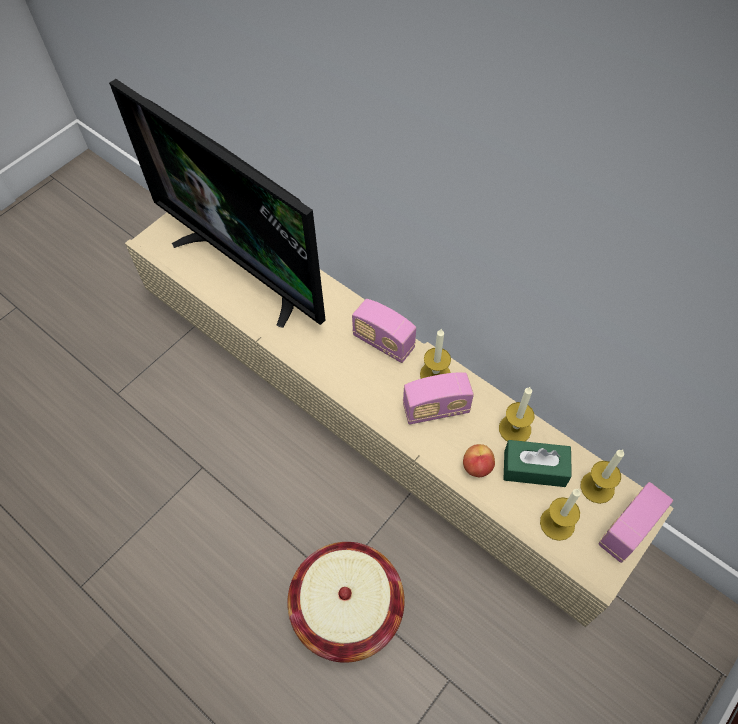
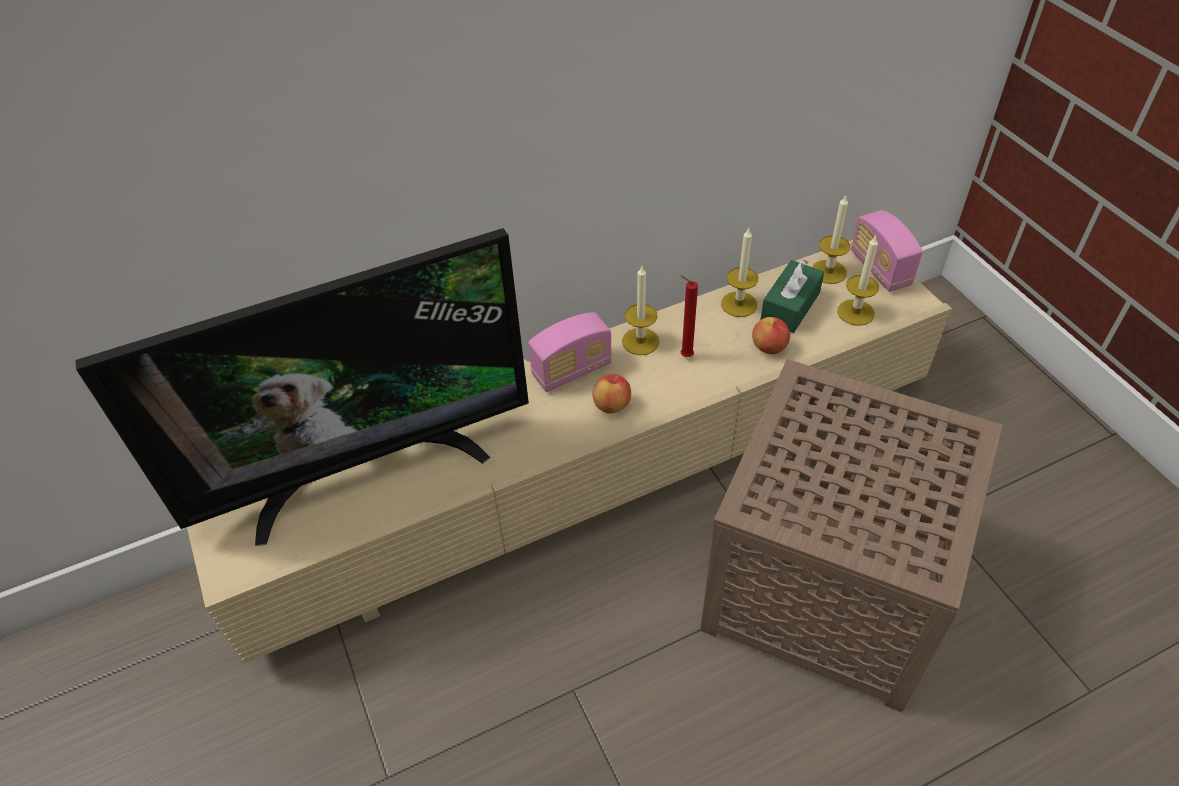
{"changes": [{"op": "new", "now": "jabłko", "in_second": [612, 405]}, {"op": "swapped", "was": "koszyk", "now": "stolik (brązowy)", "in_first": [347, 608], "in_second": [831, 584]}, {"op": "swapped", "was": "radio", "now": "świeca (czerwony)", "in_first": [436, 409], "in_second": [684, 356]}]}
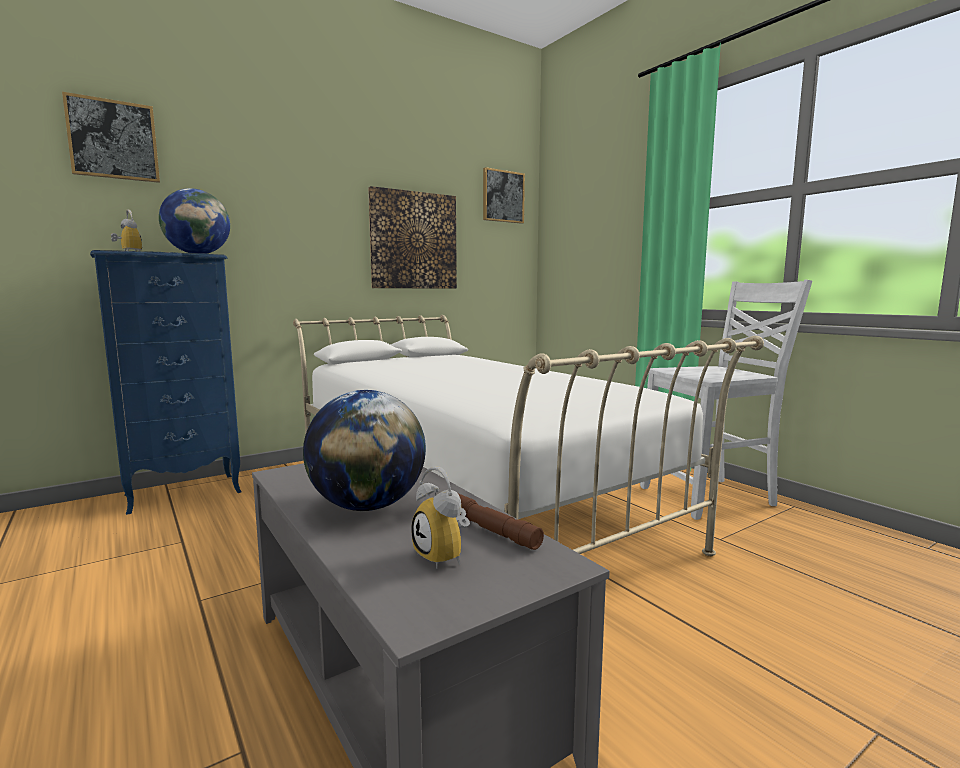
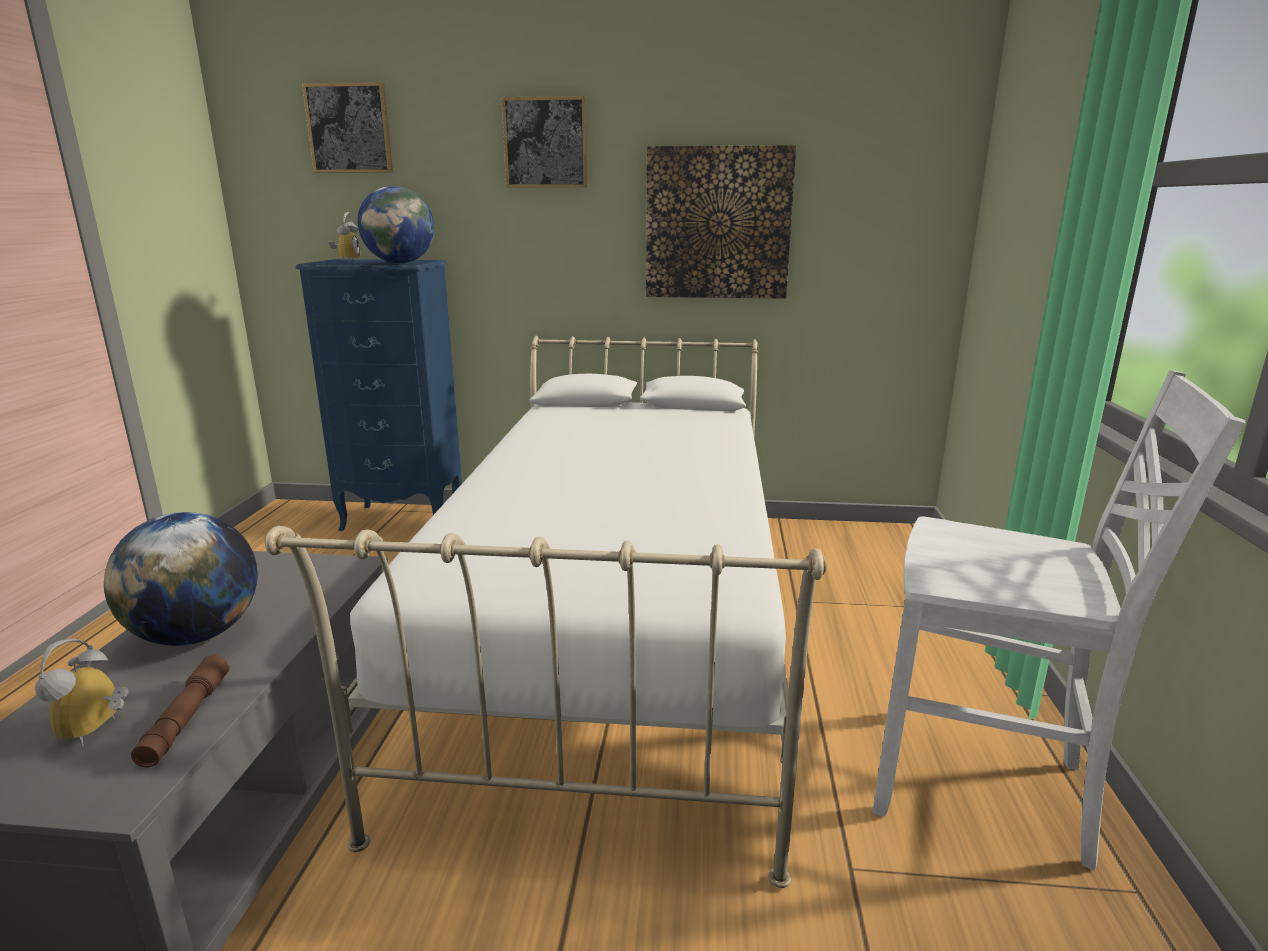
{"changes": [{"op": "shifted", "was": "obraz", "in_first": [503, 196], "in_second": [545, 143]}]}
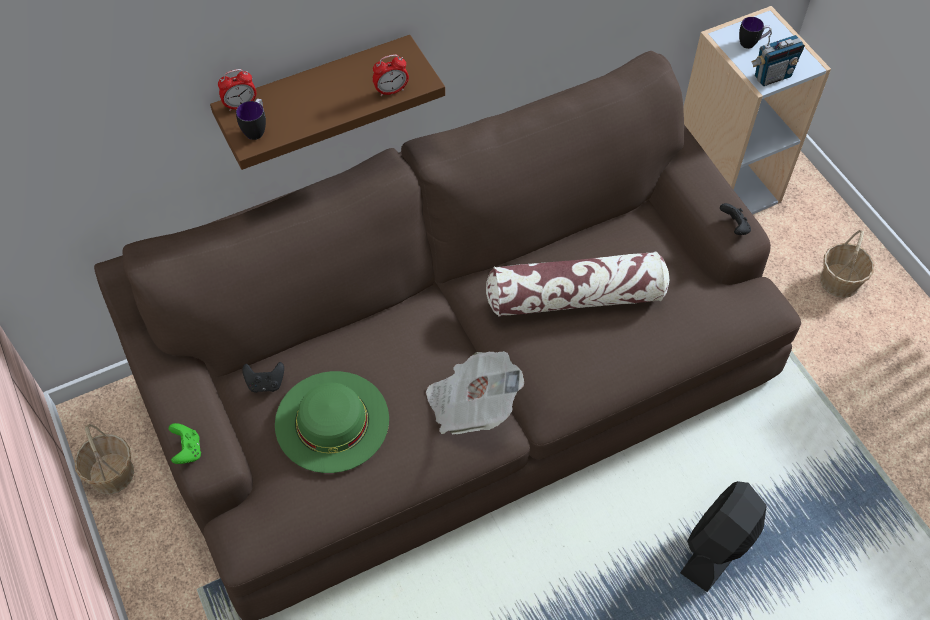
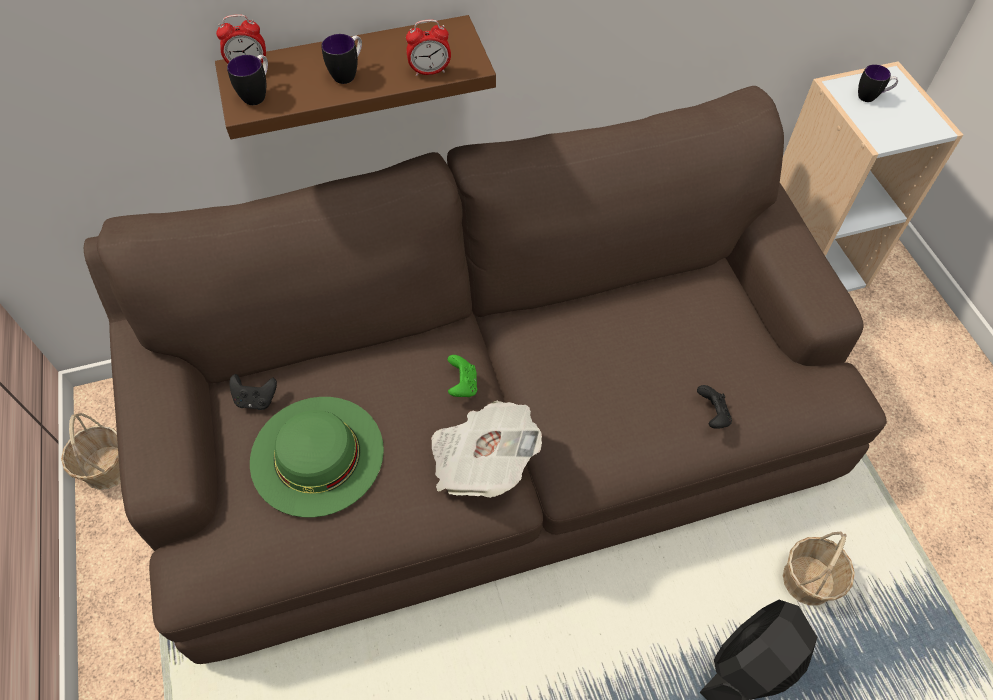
{"changes": [{"op": "gone", "was": "poduszka", "in_first": [576, 297]}, {"op": "gone", "was": "radio", "in_first": [772, 76]}, {"op": "new", "now": "kubek", "in_second": [348, 74]}, {"op": "shifted", "was": "pad do gier (zielony)", "in_first": [187, 450], "in_second": [462, 385]}, {"op": "shifted", "was": "pad do gier (czarny)", "in_first": [734, 227], "in_second": [712, 415]}, {"op": "shifted", "was": "koszyk", "in_first": [840, 281], "in_second": [808, 580]}]}
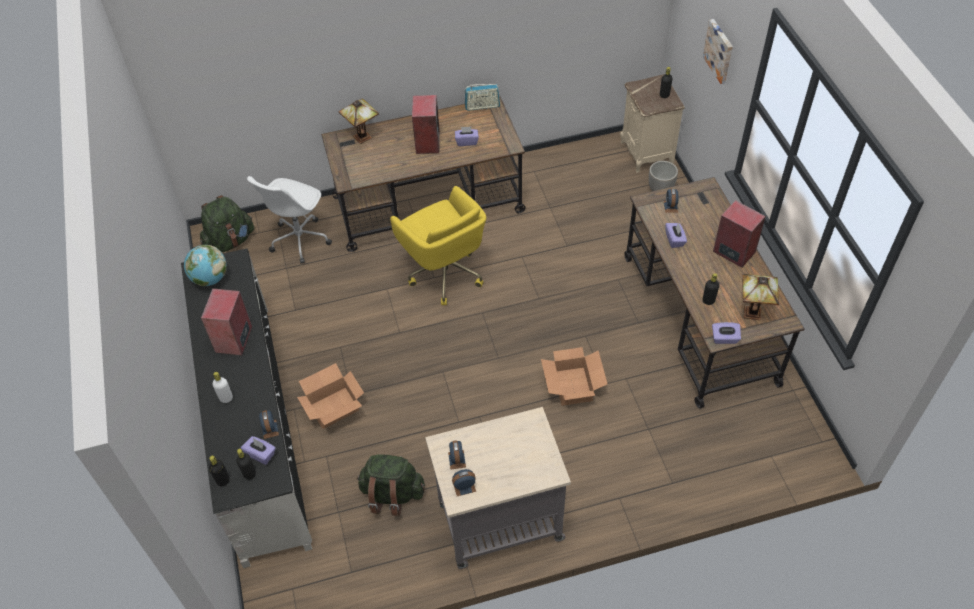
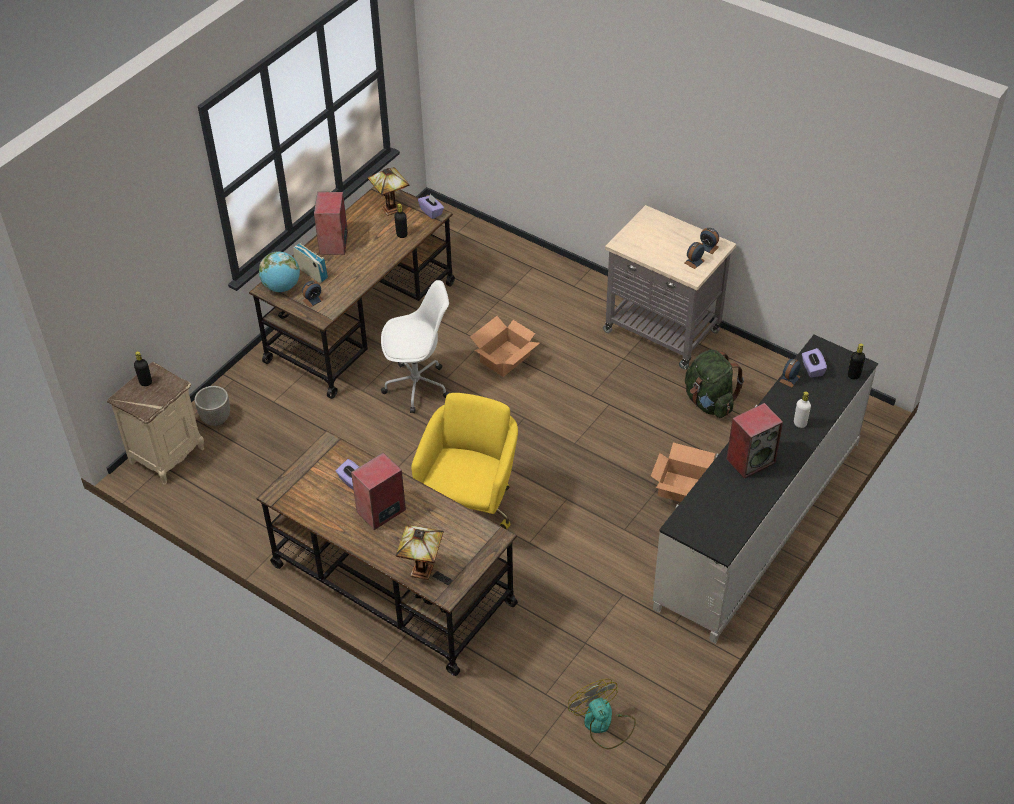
{"changes": [{"op": "gone", "was": "butelka (czarny)", "in_first": [249, 474]}, {"op": "gone", "was": "pudełko chusteczek (fioletowy)", "in_first": [675, 240]}, {"op": "gone", "was": "obraz", "in_first": [719, 51]}, {"op": "shifted", "was": "globus", "in_first": [210, 278], "in_second": [282, 287]}, {"op": "shifted", "was": "krzesło biurowe (biały)", "in_first": [299, 241], "in_second": [418, 386]}, {"op": "shifted", "was": "radio", "in_first": [482, 106], "in_second": [311, 272]}, {"op": "swapped", "was": "plecak (zielony)", "now": "wentylator", "in_first": [230, 241], "in_second": [603, 724]}]}
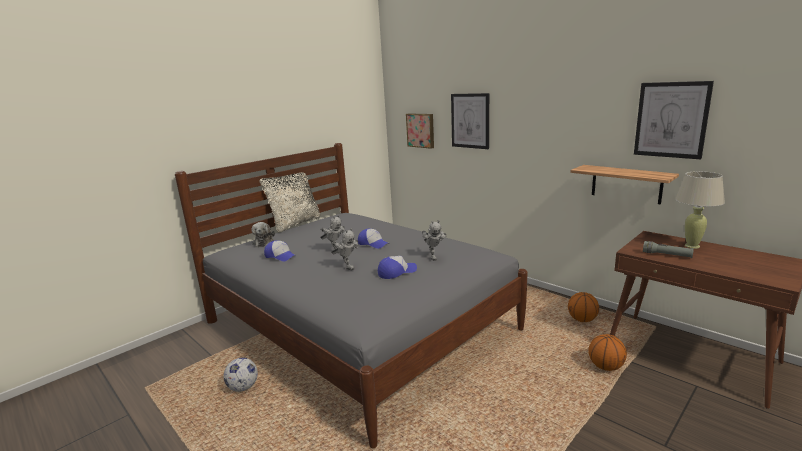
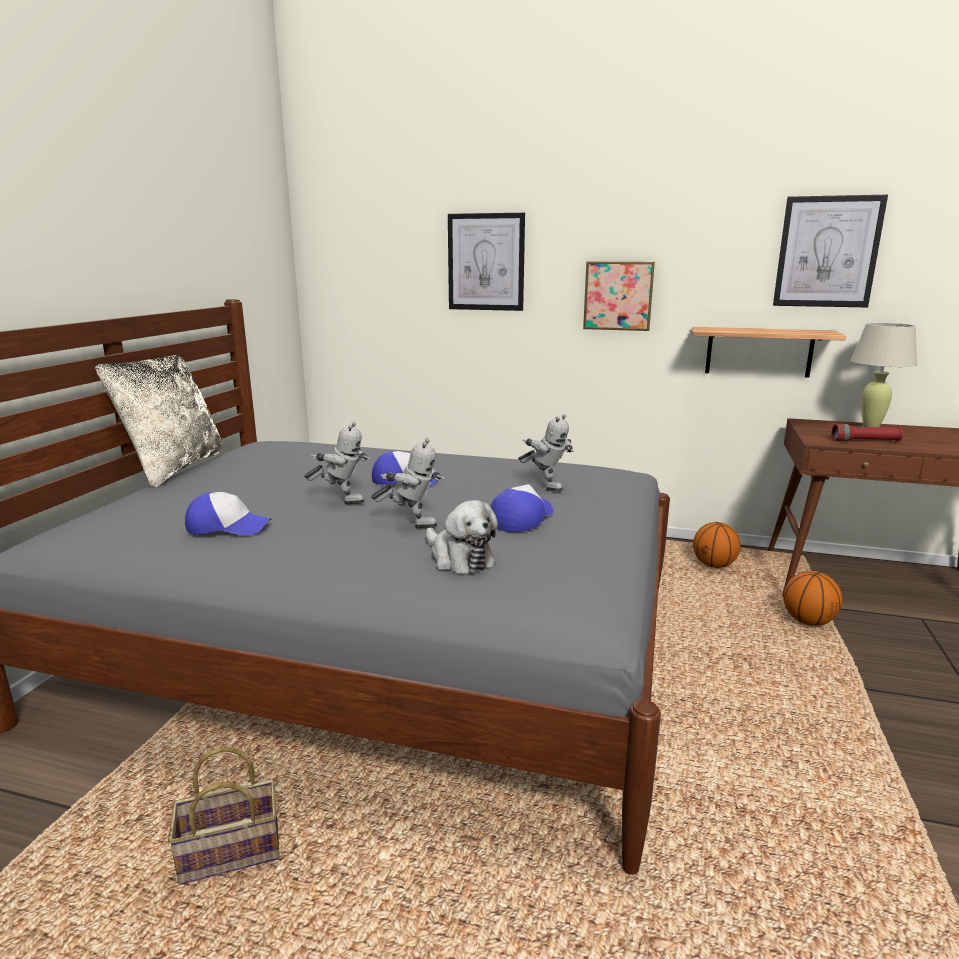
{"changes": [{"op": "shifted", "was": "pluszak", "in_first": [264, 242], "in_second": [459, 558]}, {"op": "shifted", "was": "obraz", "in_first": [421, 130], "in_second": [618, 295]}, {"op": "swapped", "was": "piłka futbolowa", "now": "koszyk", "in_first": [243, 387], "in_second": [228, 855]}, {"op": "repainted", "was": "latarka (szary)", "now": "latarka (czerwony)", "in_first": [666, 255], "in_second": [865, 441]}]}
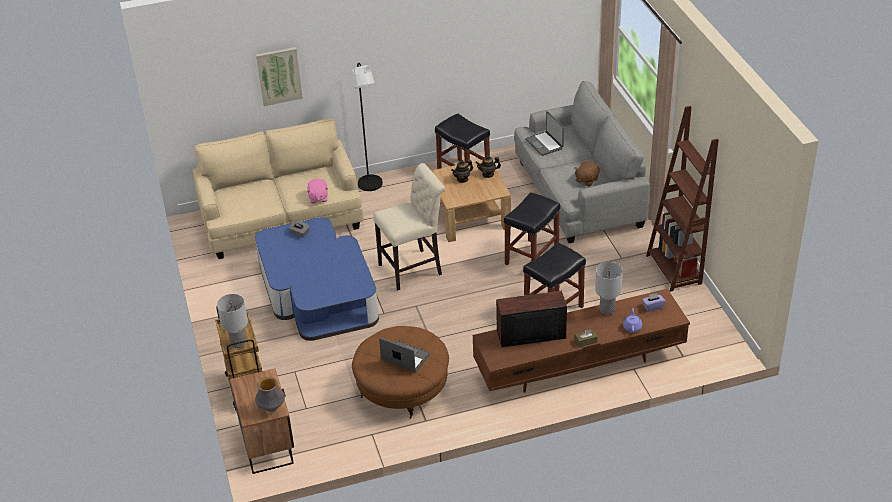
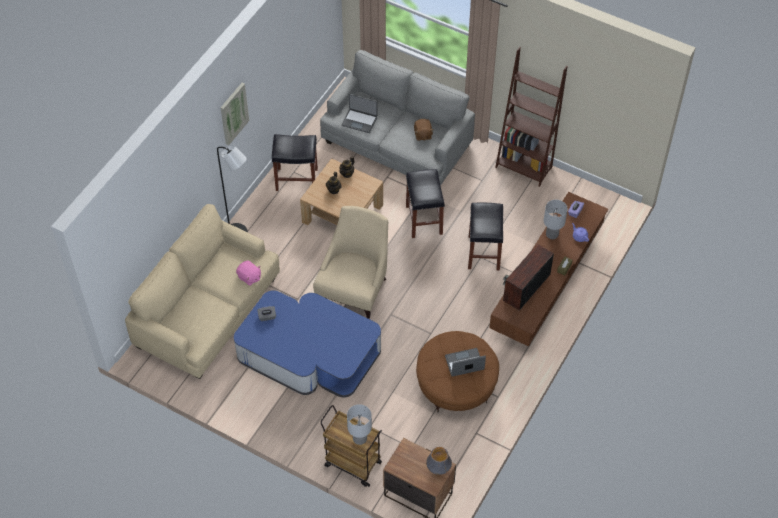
{"changes": [{"op": "shifted", "was": "obraz", "in_first": [279, 76], "in_second": [233, 113]}, {"op": "swapped", "was": "stołek (beżowy)", "now": "fotel (beżowy)", "in_first": [414, 269], "in_second": [354, 285]}]}
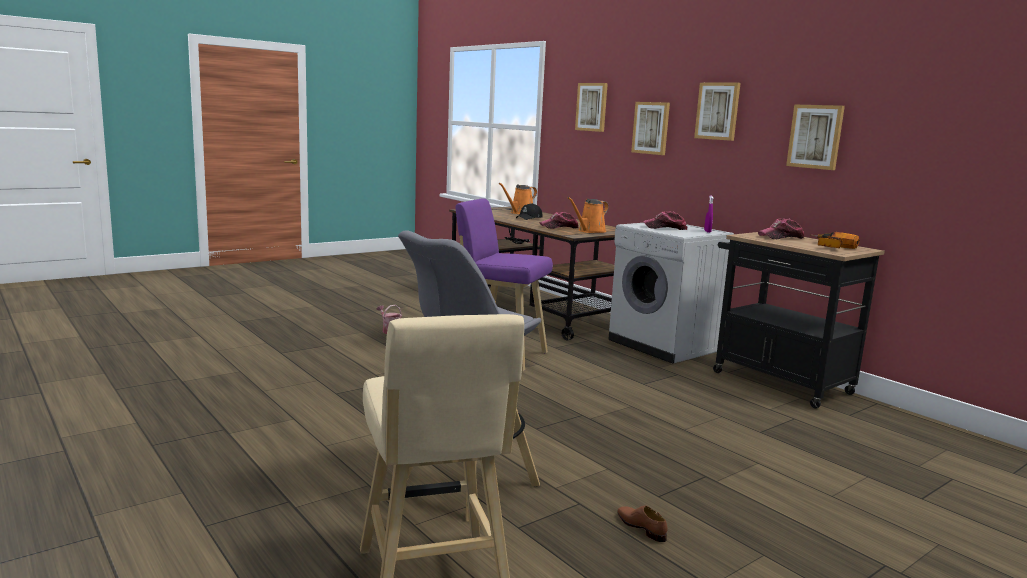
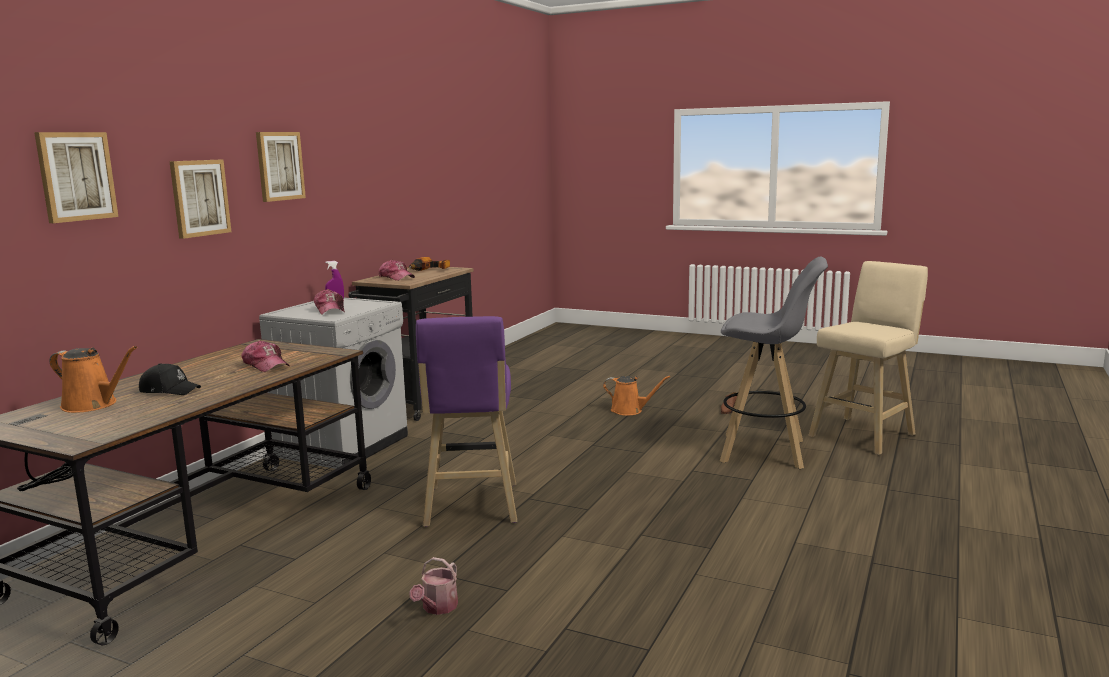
{"changes": [{"op": "gone", "was": "obraz", "in_first": [815, 136]}, {"op": "shifted", "was": "konewka (pomarańczowy)", "in_first": [590, 231], "in_second": [630, 410]}]}
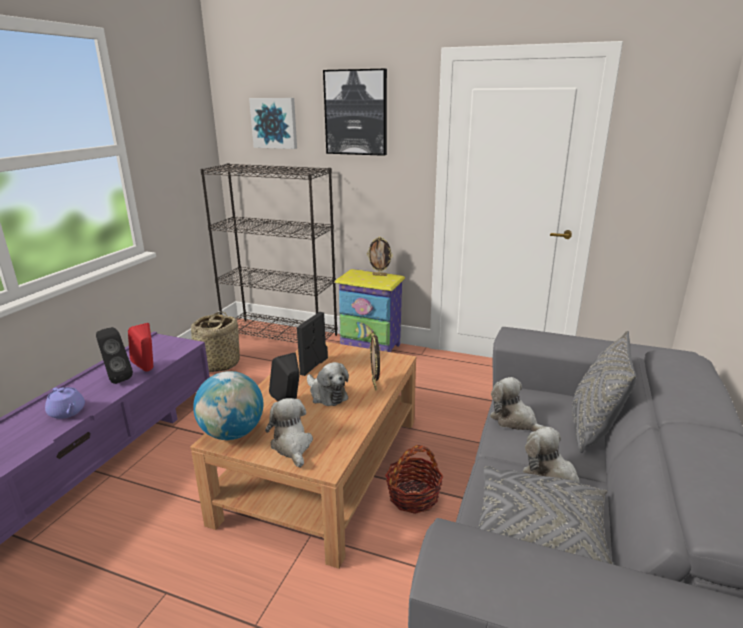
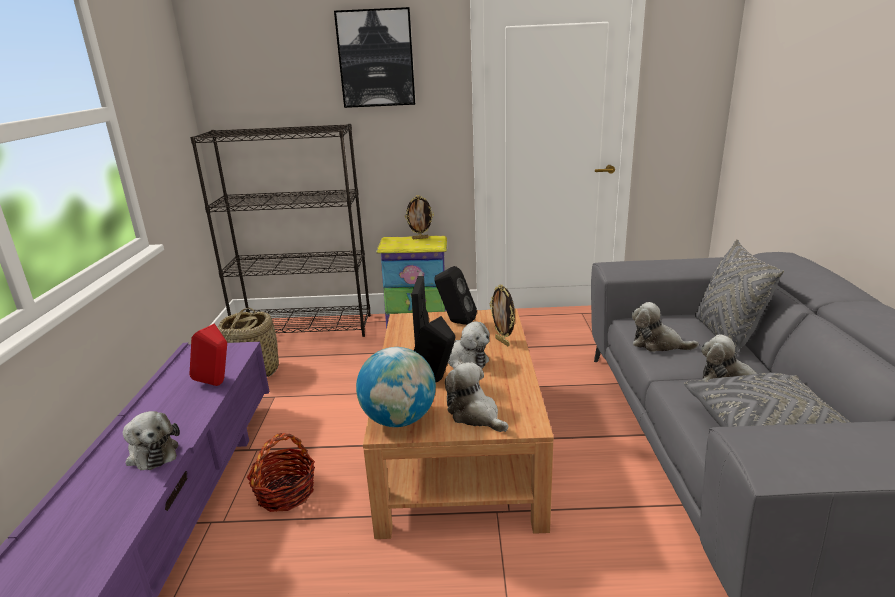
{"changes": [{"op": "gone", "was": "obraz", "in_first": [274, 123]}, {"op": "shifted", "was": "głośnik (czarny)", "in_first": [116, 378], "in_second": [455, 322]}, {"op": "shifted", "was": "koszyk", "in_first": [413, 496], "in_second": [285, 493]}, {"op": "swapped", "was": "imbryk (fioletowy)", "now": "pluszak", "in_first": [67, 412], "in_second": [152, 452]}]}
